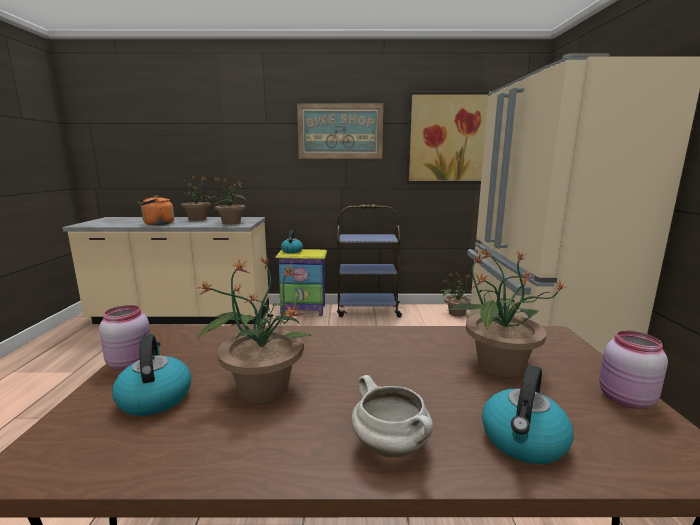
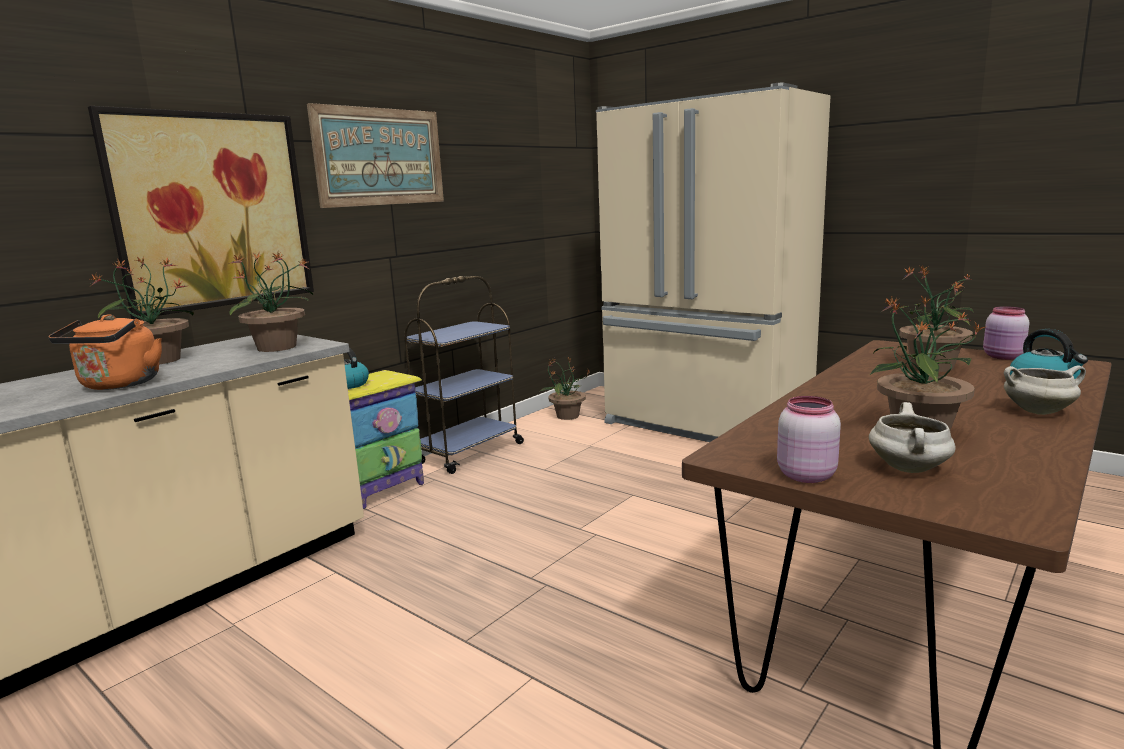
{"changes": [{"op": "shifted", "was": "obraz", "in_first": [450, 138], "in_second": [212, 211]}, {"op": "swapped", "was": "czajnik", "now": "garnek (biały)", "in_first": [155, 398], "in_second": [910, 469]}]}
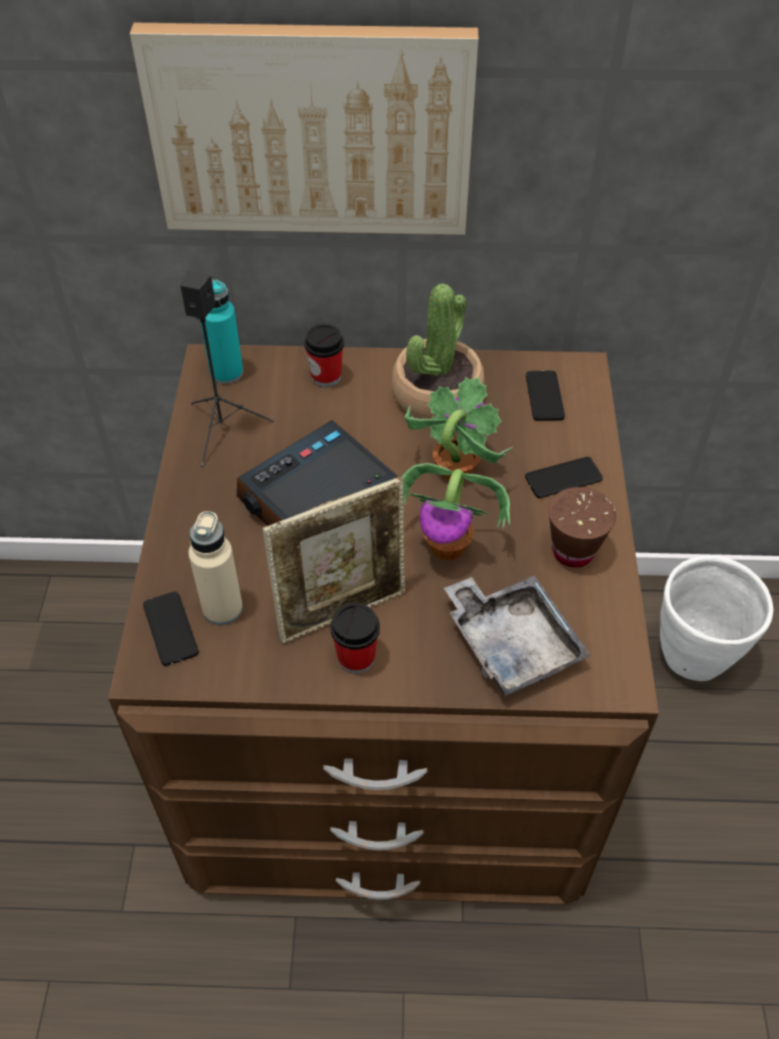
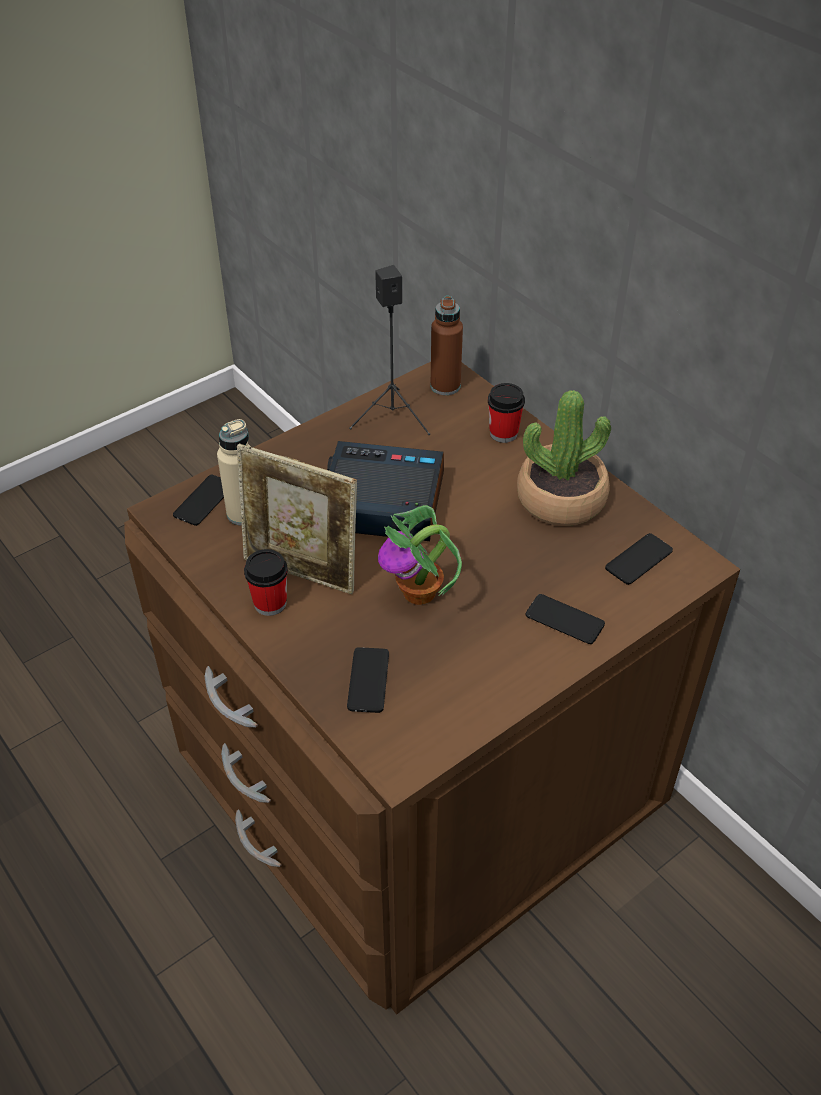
{"changes": [{"op": "gone", "was": "obraz", "in_first": [311, 130]}, {"op": "gone", "was": "roślina doniczkowa", "in_first": [454, 469]}, {"op": "gone", "was": "filiżanka (brązowy)", "in_first": [573, 551]}, {"op": "gone", "was": "donica (biały)", "in_first": [694, 658]}, {"op": "swapped", "was": "taca (szary)", "now": "telefon", "in_first": [512, 643], "in_second": [368, 680]}, {"op": "repainted", "was": "butelka (turkusowy)", "now": "butelka (brązowy)", "in_first": [226, 372], "in_second": [445, 386]}]}
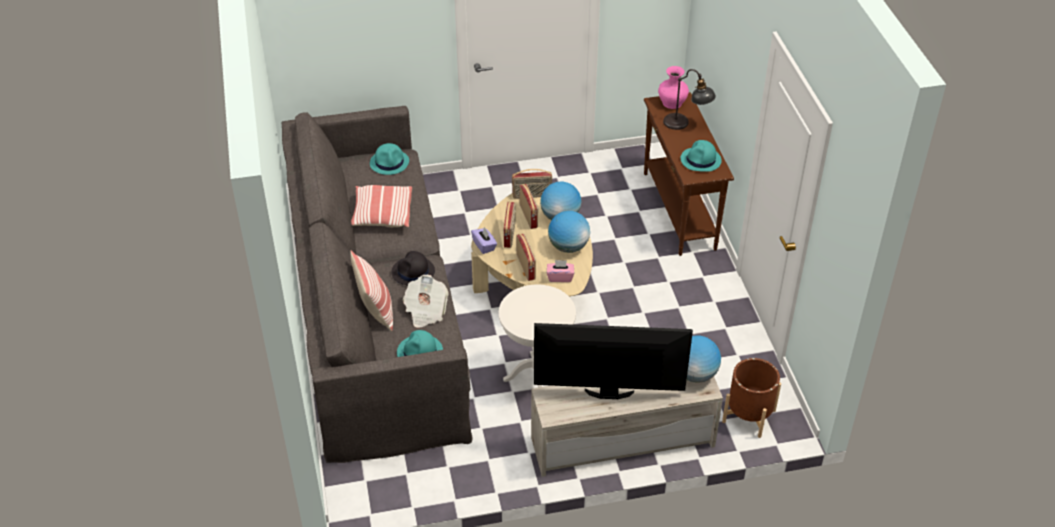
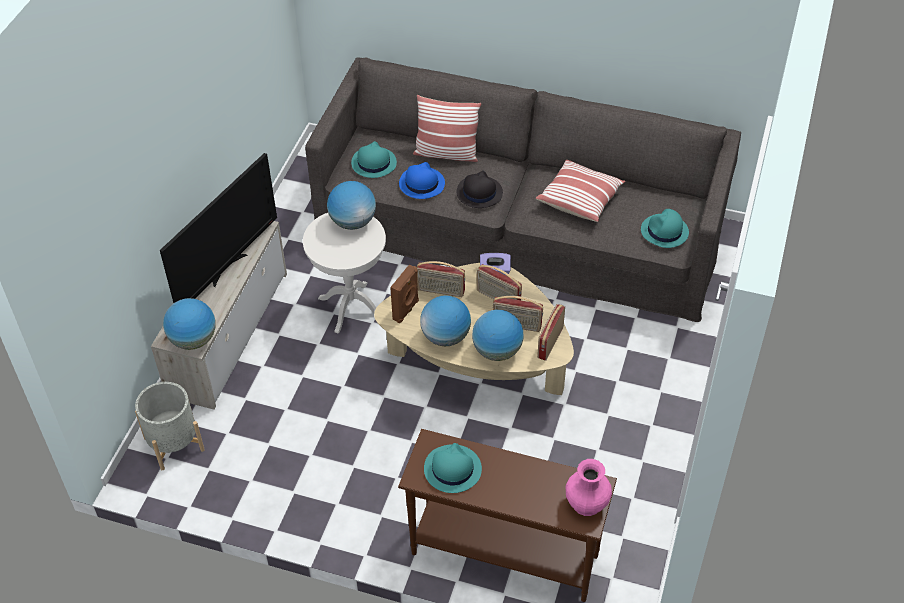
{"changes": [{"op": "gone", "was": "lampa stołowa (szary)", "in_first": [687, 124]}, {"op": "new", "now": "globus", "in_second": [353, 222]}, {"op": "swapped", "was": "gazeta", "now": "kapelusz (niebieski)", "in_first": [425, 311], "in_second": [421, 183]}, {"op": "swapped", "was": "pudełko chusteczek (różowy)", "now": "głośnik (brązowy)", "in_first": [560, 277], "in_second": [406, 310]}, {"op": "repainted", "was": "donica (brązowy)", "now": "donica (szary)", "in_first": [749, 416], "in_second": [174, 444]}]}
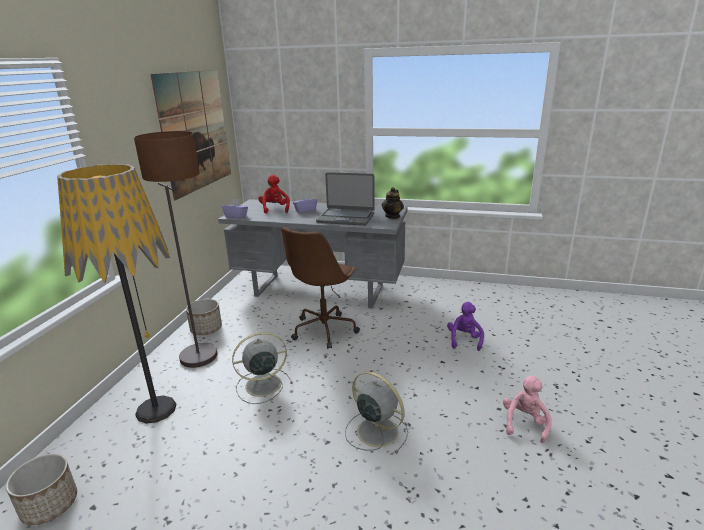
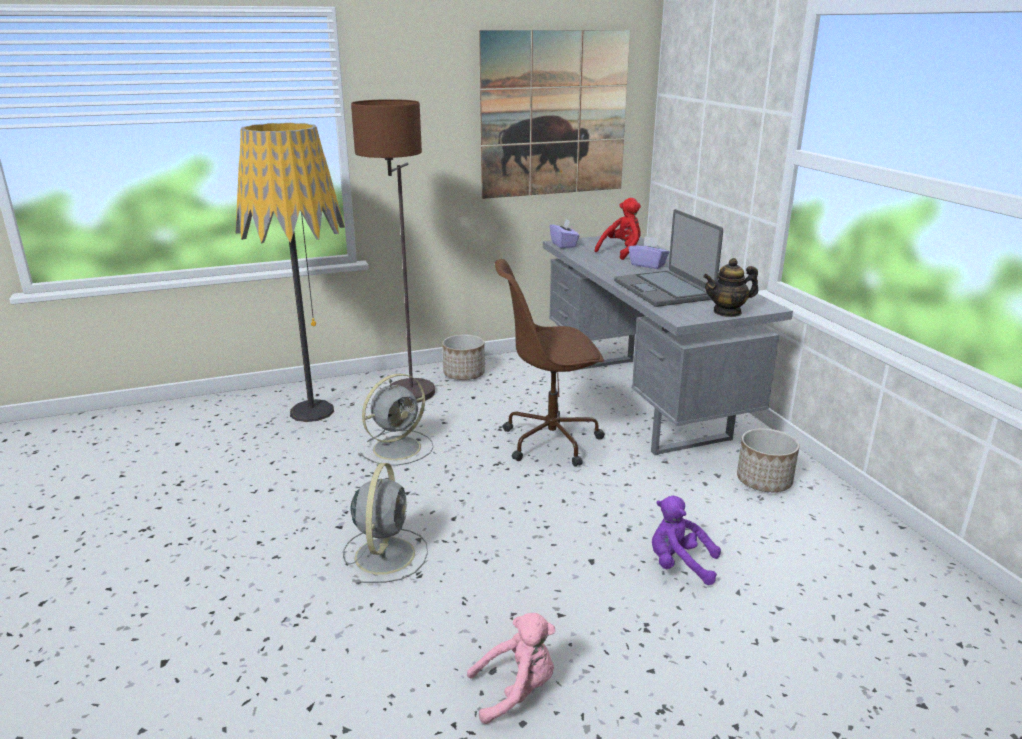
{"changes": [{"op": "shifted", "was": "donica", "in_first": [50, 505], "in_second": [763, 481]}, {"op": "rotated", "was": "wentylator (szary)", "in_first": [261, 385], "in_second": [399, 447], "clockwise": 105}, {"op": "rotated", "was": "pluszak (fioletowy)", "in_first": [464, 340], "in_second": [679, 565], "clockwise": -135}]}
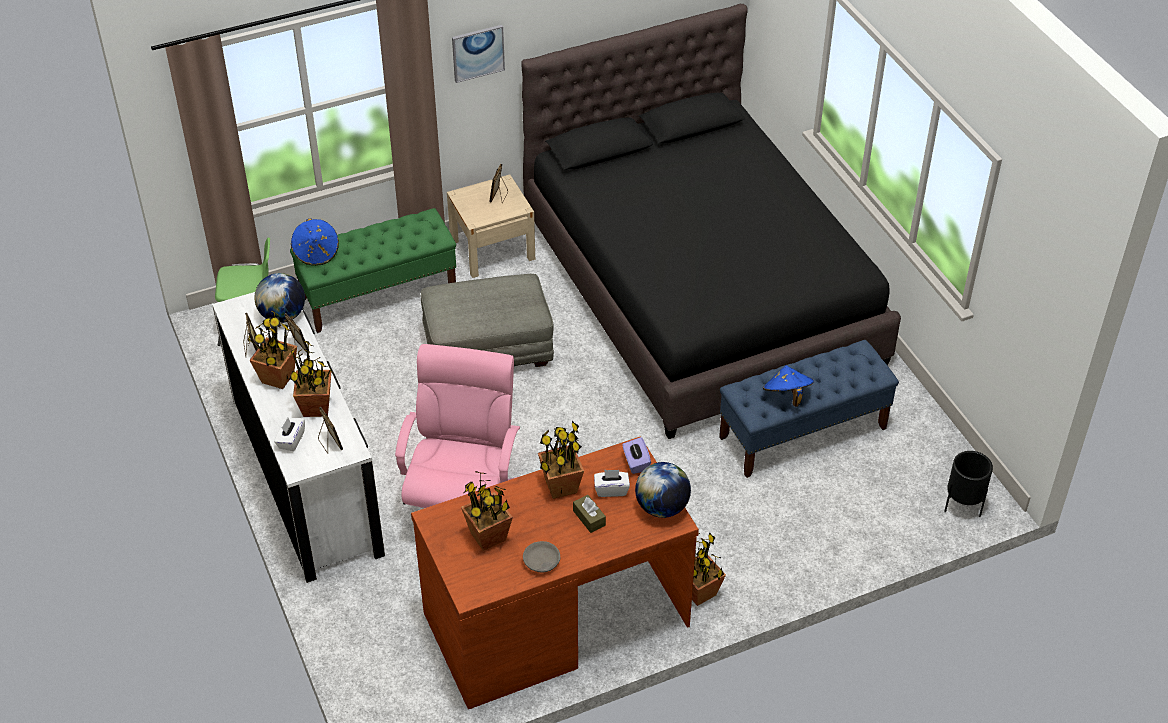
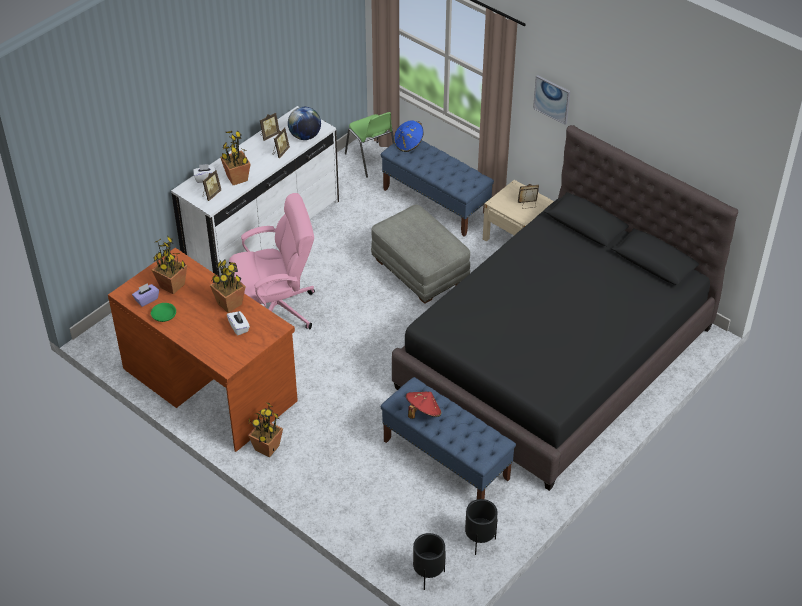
{"changes": [{"op": "gone", "was": "roślina doniczkowa", "in_first": [277, 378]}, {"op": "gone", "was": "pudełko chusteczek (brązowy)", "in_first": [589, 518]}, {"op": "gone", "was": "globus", "in_first": [662, 507]}, {"op": "new", "now": "donica (czarny)", "in_second": [479, 542]}, {"op": "shifted", "was": "pudełko chusteczek (fioletowy)", "in_first": [636, 463], "in_second": [146, 299]}, {"op": "repainted", "was": "ławka (zielony)", "now": "ławka (niebieski)", "in_first": [379, 294], "in_second": [436, 203]}, {"op": "repainted", "was": "miska (szary)", "now": "miska (zielony)", "in_first": [541, 562], "in_second": [163, 315]}, {"op": "repainted", "was": "kapelusz (niebieski)", "now": "kapelusz (czerwony)", "in_first": [786, 396], "in_second": [423, 412]}]}
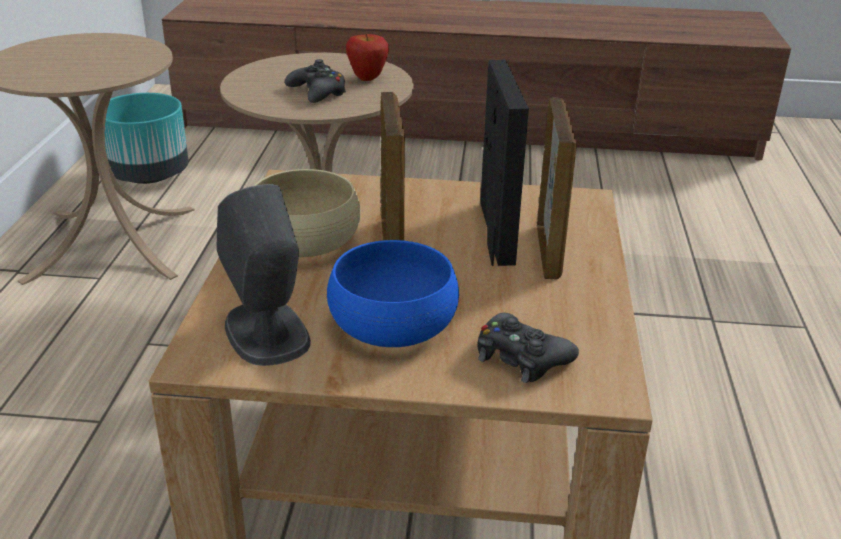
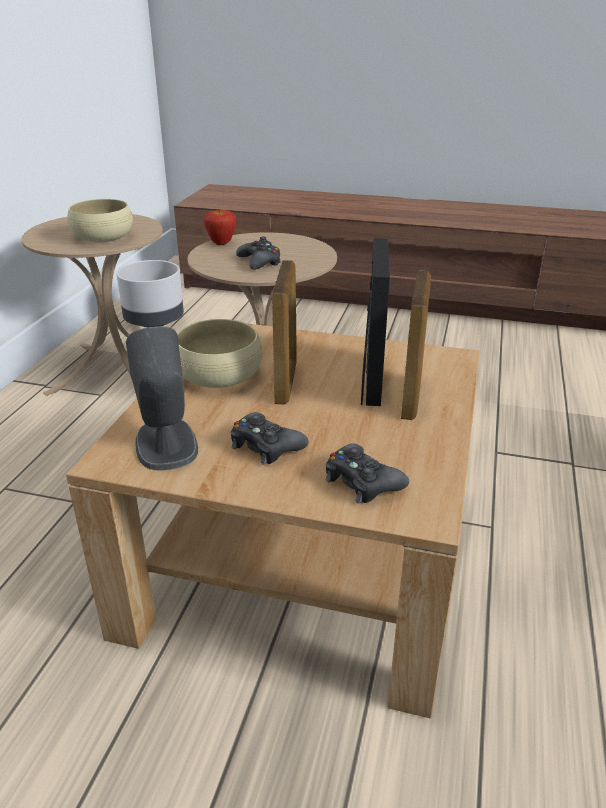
{"changes": [{"op": "new", "now": "miska (beżowy)", "in_second": [103, 237]}, {"op": "shifted", "was": "jabłko", "in_first": [367, 79], "in_second": [221, 244]}, {"op": "swapped", "was": "miska (niebieski)", "now": "pad do gier (czarny)", "in_first": [392, 325], "in_second": [266, 446]}, {"op": "repainted", "was": "donica (turkusowy)", "now": "donica (szary)", "in_first": [148, 176], "in_second": [154, 322]}]}
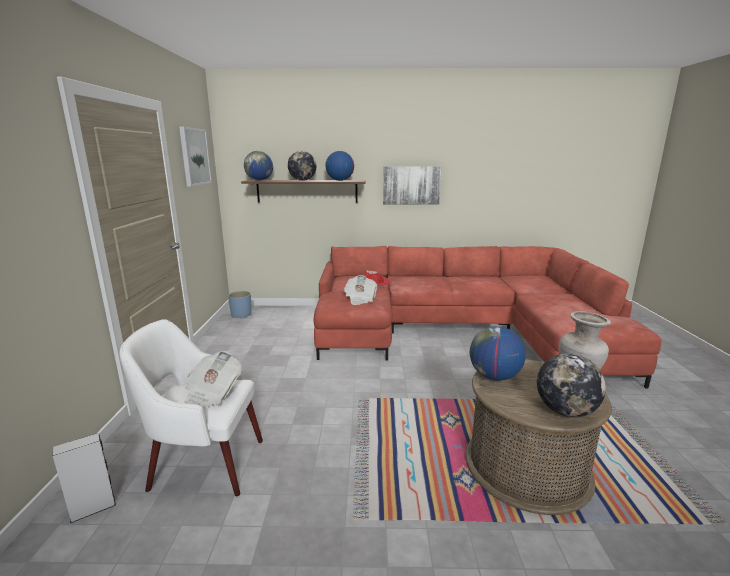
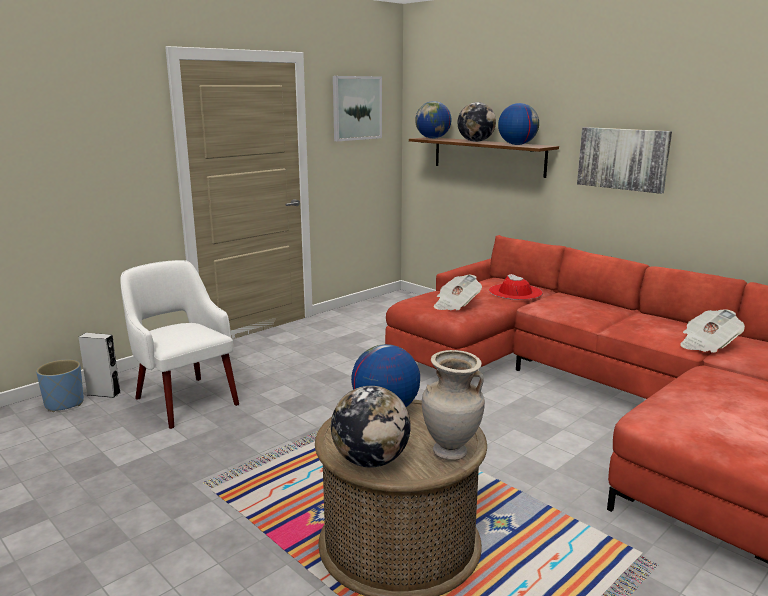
{"changes": [{"op": "shifted", "was": "gazeta", "in_first": [212, 393], "in_second": [707, 345]}, {"op": "shifted", "was": "donica (niebieski)", "in_first": [241, 315], "in_second": [64, 404]}]}
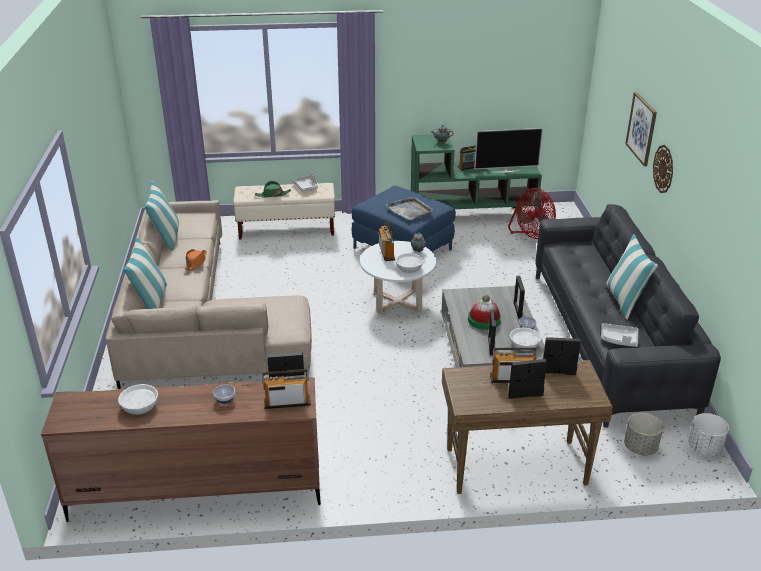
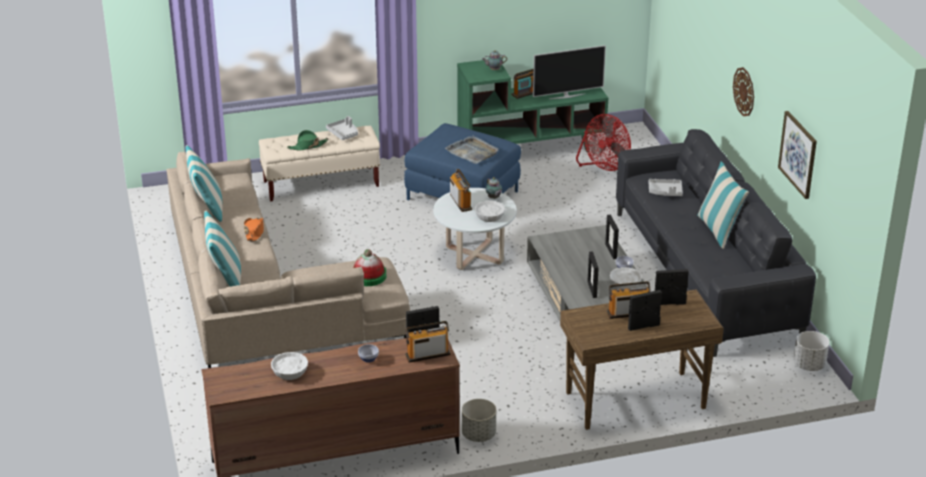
{"changes": [{"op": "shifted", "was": "kapelusz", "in_first": [484, 320], "in_second": [368, 276]}, {"op": "shifted", "was": "taca (szary)", "in_first": [619, 339], "in_second": [665, 192]}, {"op": "shifted", "was": "donica (szary)", "in_first": [640, 447], "in_second": [479, 435]}, {"op": "shifted", "was": "obraz", "in_first": [642, 128], "in_second": [798, 154]}]}
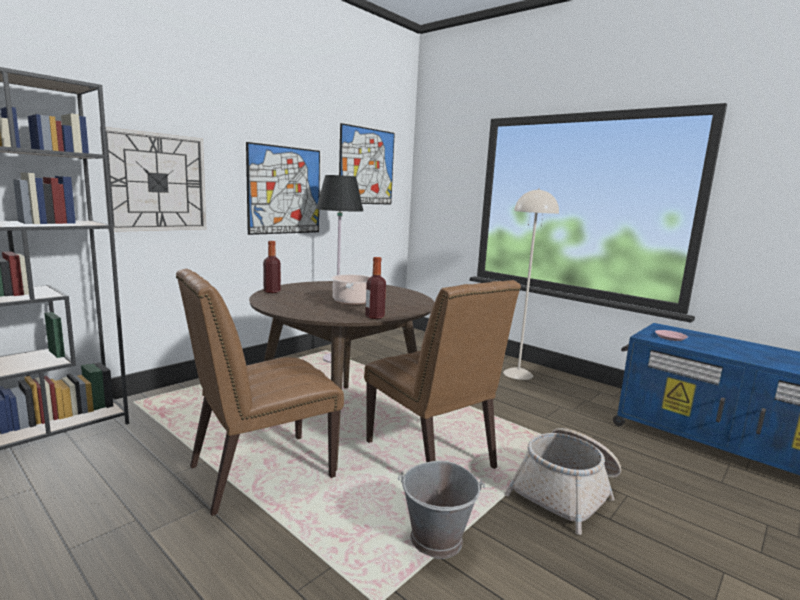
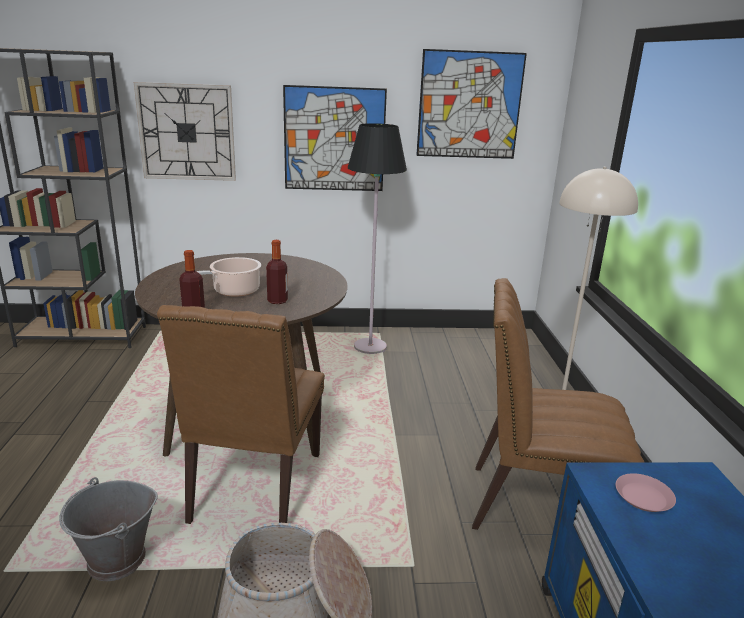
{"changes": [{"op": "shifted", "was": "krzesło (brązowy)", "in_first": [262, 471], "in_second": [539, 506]}, {"op": "shifted", "was": "butelka", "in_first": [272, 291], "in_second": [277, 301]}]}
